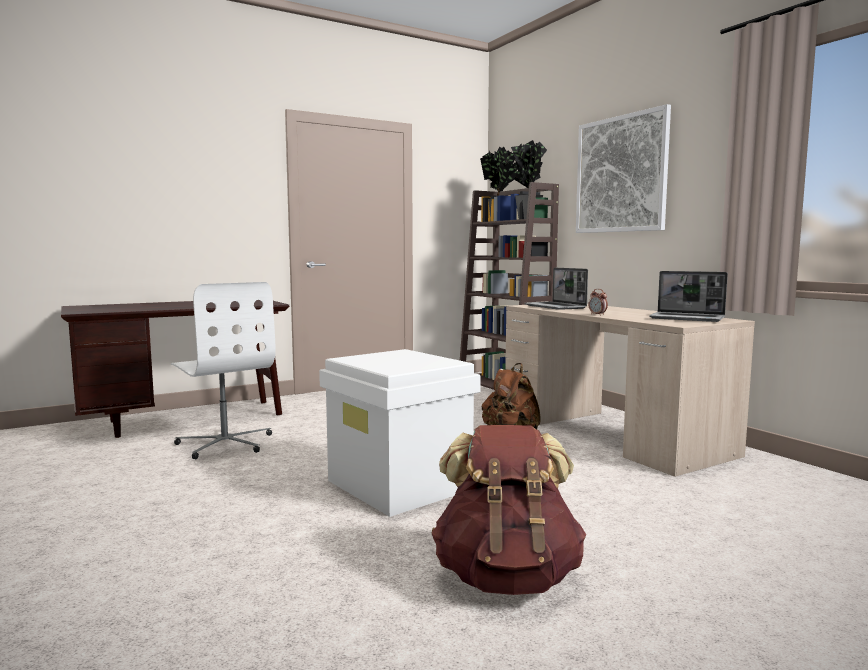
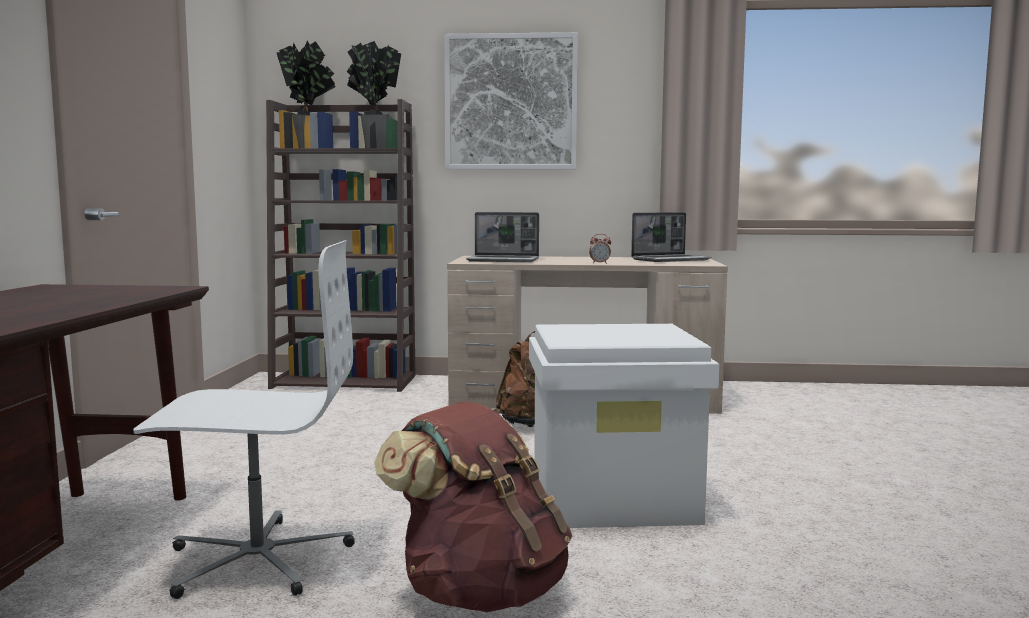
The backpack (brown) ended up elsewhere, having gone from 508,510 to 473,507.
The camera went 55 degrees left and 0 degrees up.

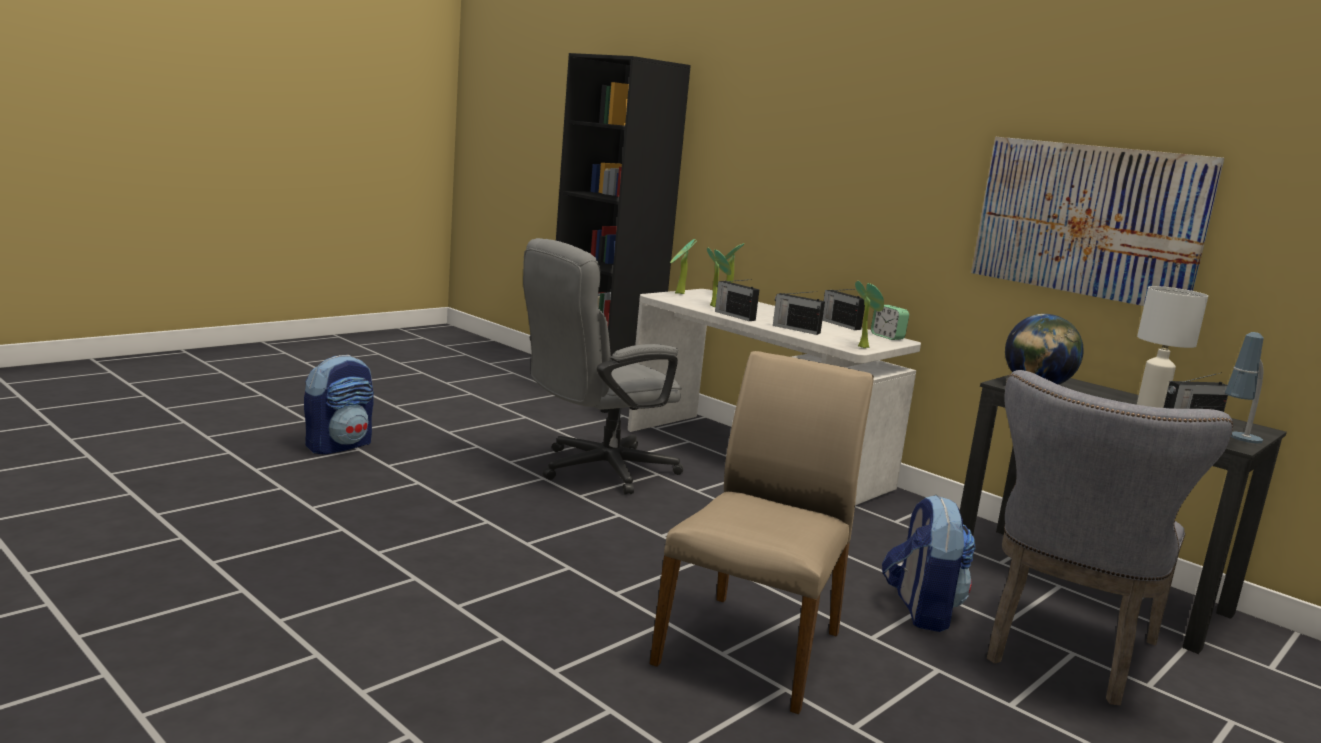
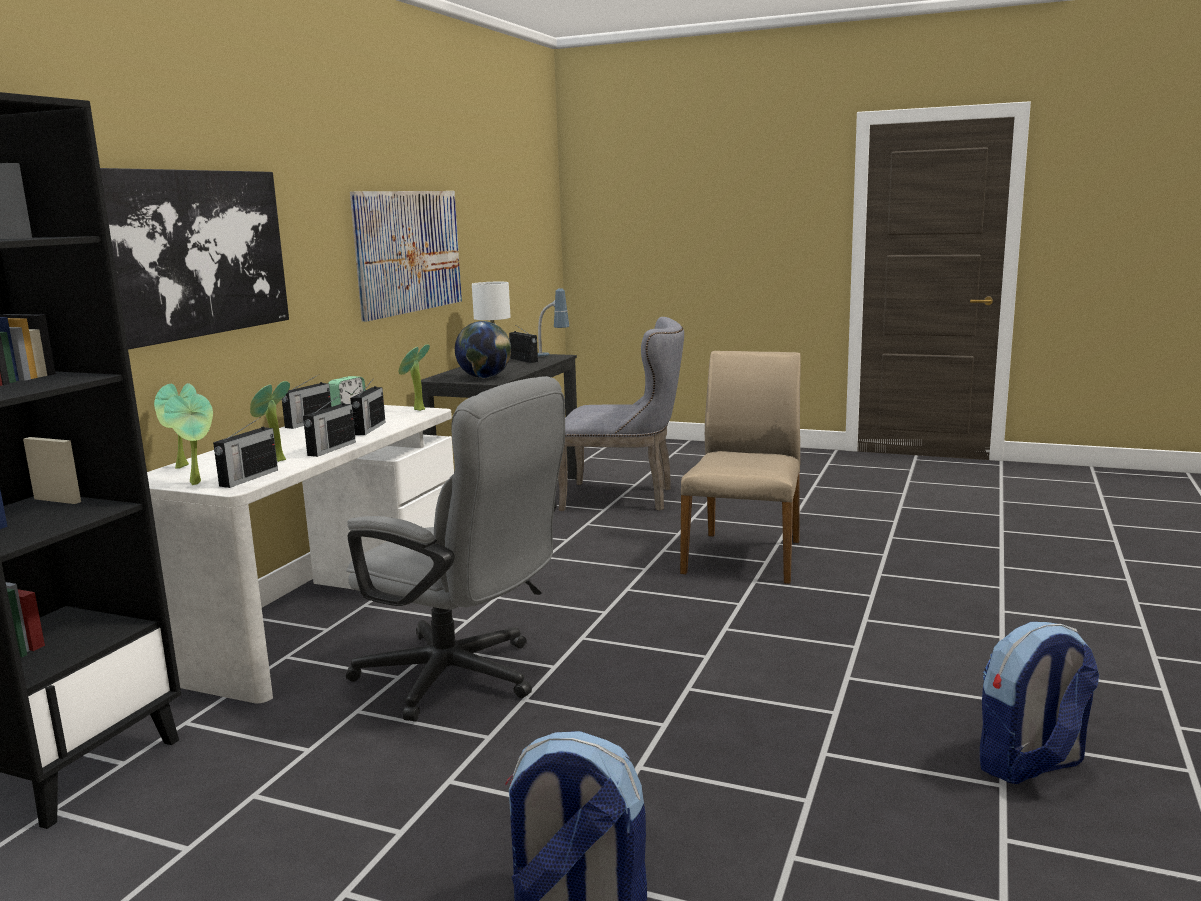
The second view gained the picture at 194,259.
The second view gained the radio at 245,453.
The chair (beige) at 762,532 ended up facing another way, 105 degrees clockwise from before.
The backpack ended up elsewhere, having gone from 928,563 to 1039,703.
The camera went 110 degrees left and 0 degrees up.

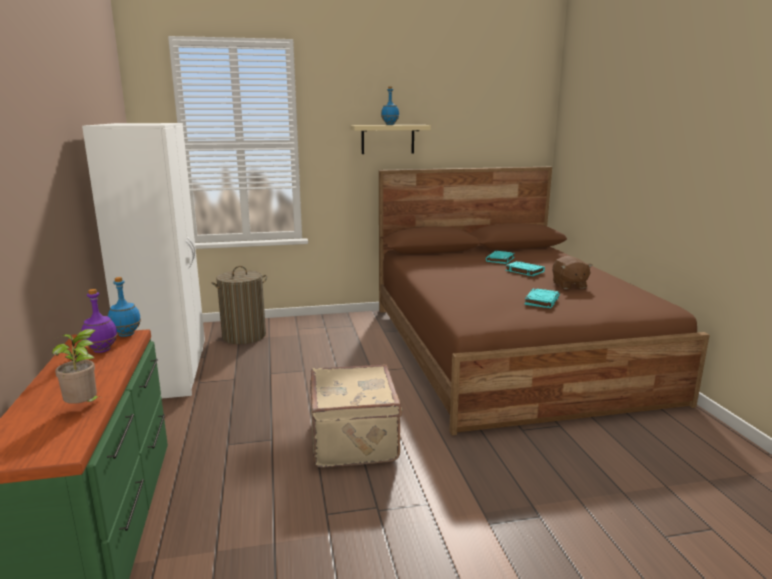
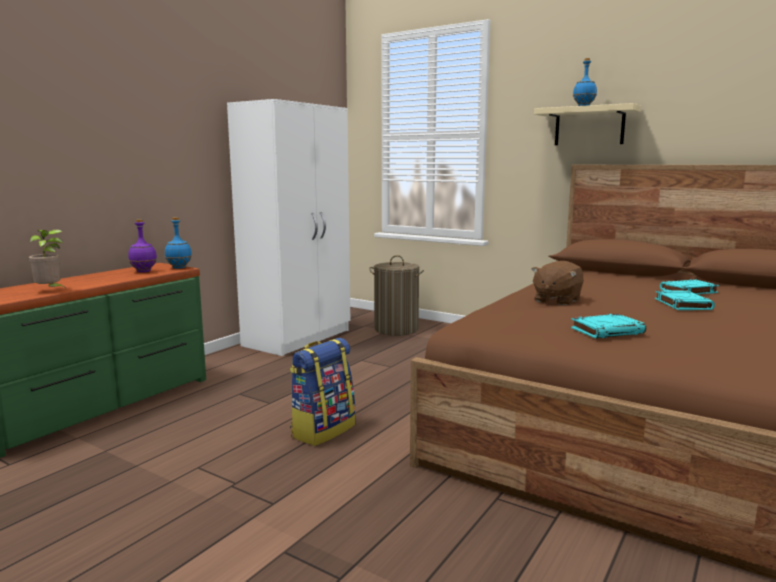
Where the suitcase (beige) stood at 357,415, the backpack came to stand at 323,392.
The plush toy (brown) ended up elsewhere, having gone from 572,272 to 557,283.
The camera went 45 degrees right and 5 degrees down.

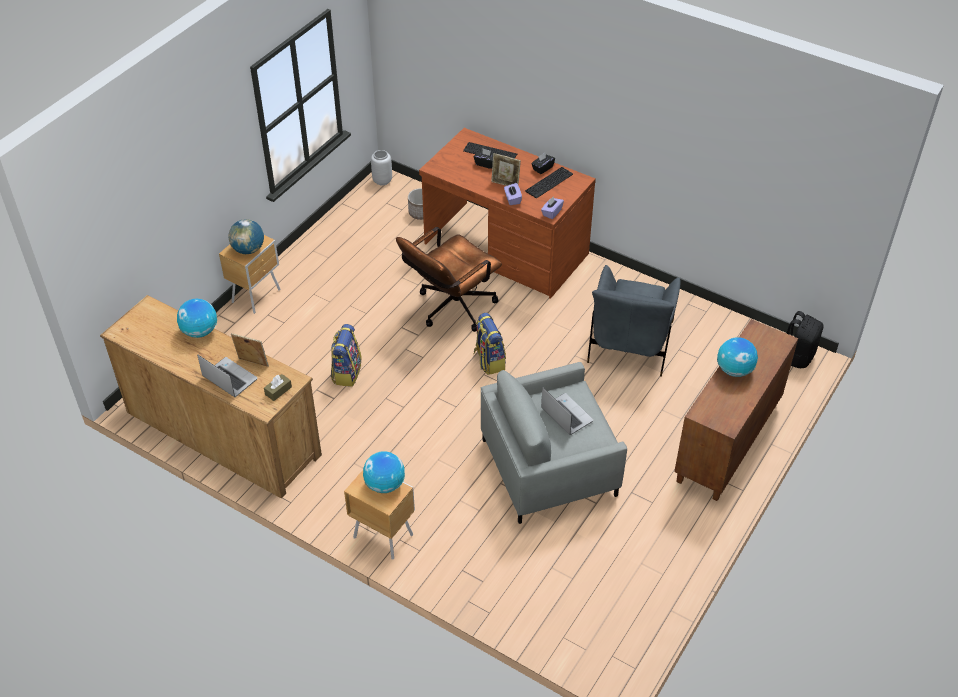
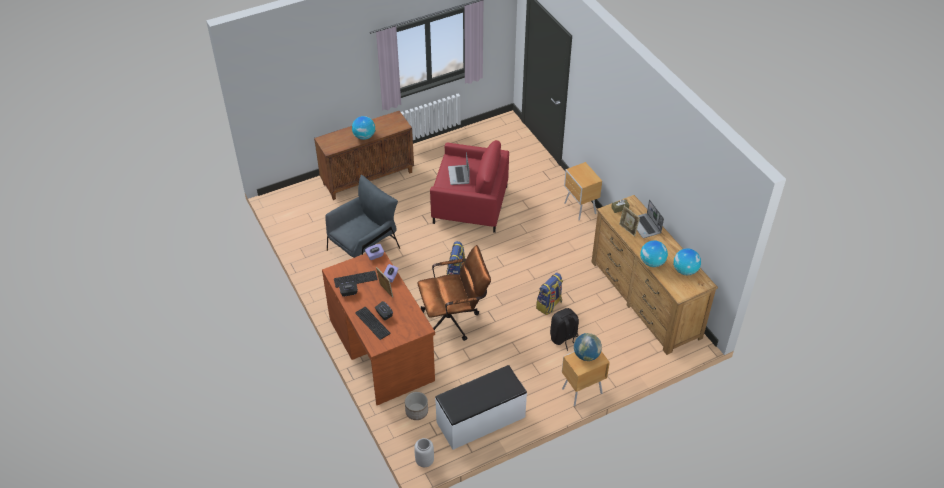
What was the armchair (grey) at 554,443 turned into the armchair (red) at 469,186.
The second view gained the bench (white) at 481,407.
The backpack (black) ended up elsewhere, having gone from 805,339 to 564,329.
The globe ended up elsewhere, having gone from 384,472 to 687,261.
The camera went 150 degrees left and 0 degrees up.

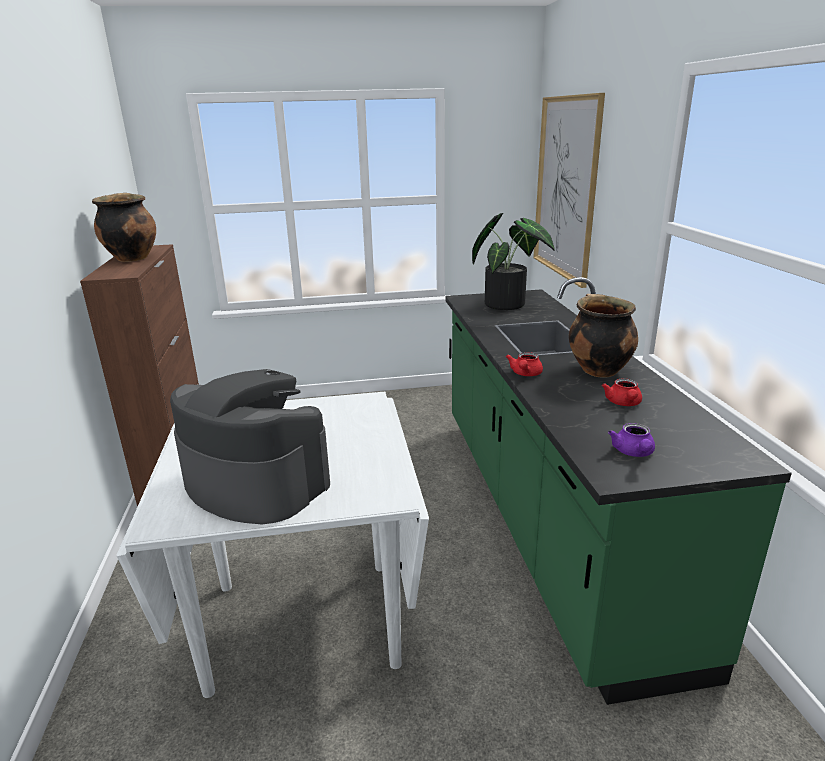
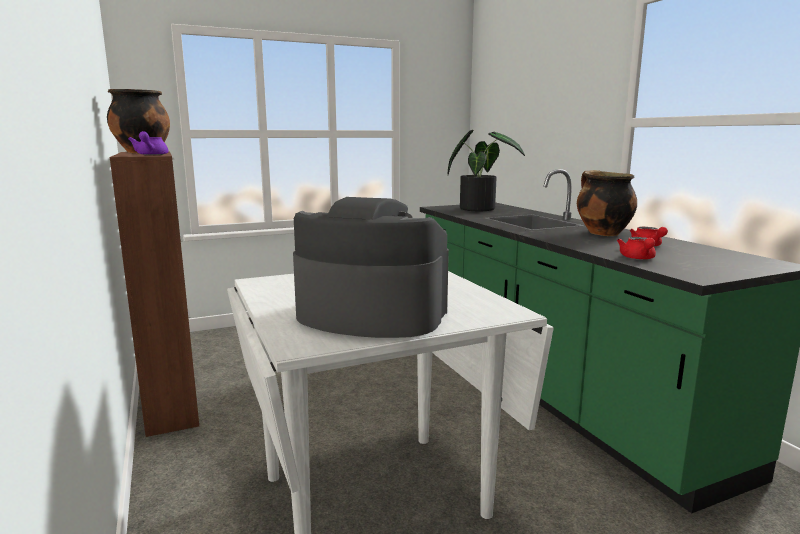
The teapot (purple) ended up elsewhere, having gone from 631,440 to 148,143.
The teapot (red) ended up elsewhere, having gone from 524,364 to 636,248.
The second view lost the picture at 569,190.
The camera went 15 degrees left and 10 degrees down.

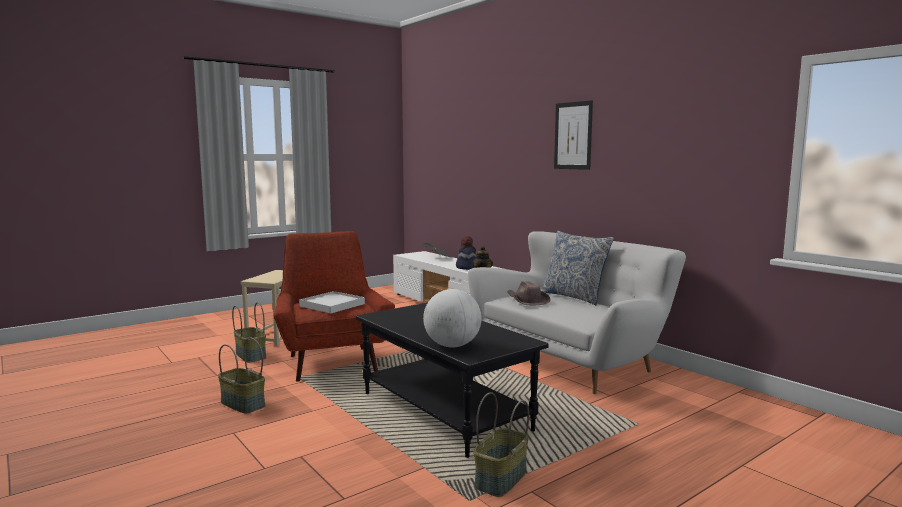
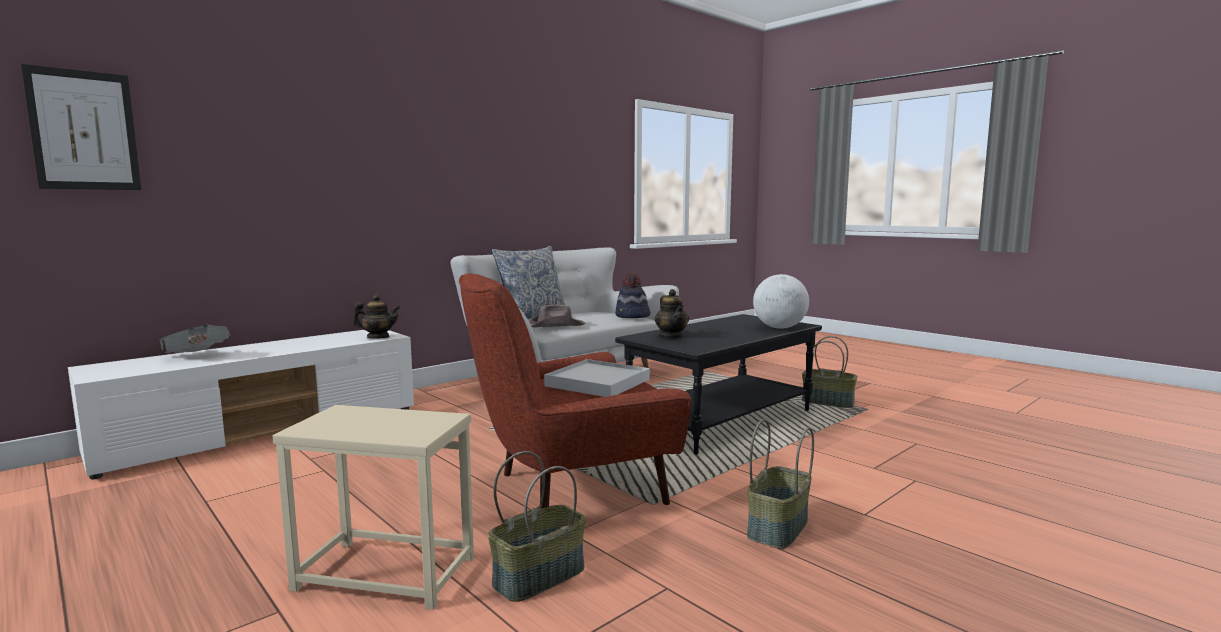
The picture ended up elsewhere, having gone from 573,135 to 81,127.
The hat ended up elsewhere, having gone from 466,253 to 632,295.
The second view gained the teapot at 672,313.
The camera went 95 degrees left and 0 degrees up.

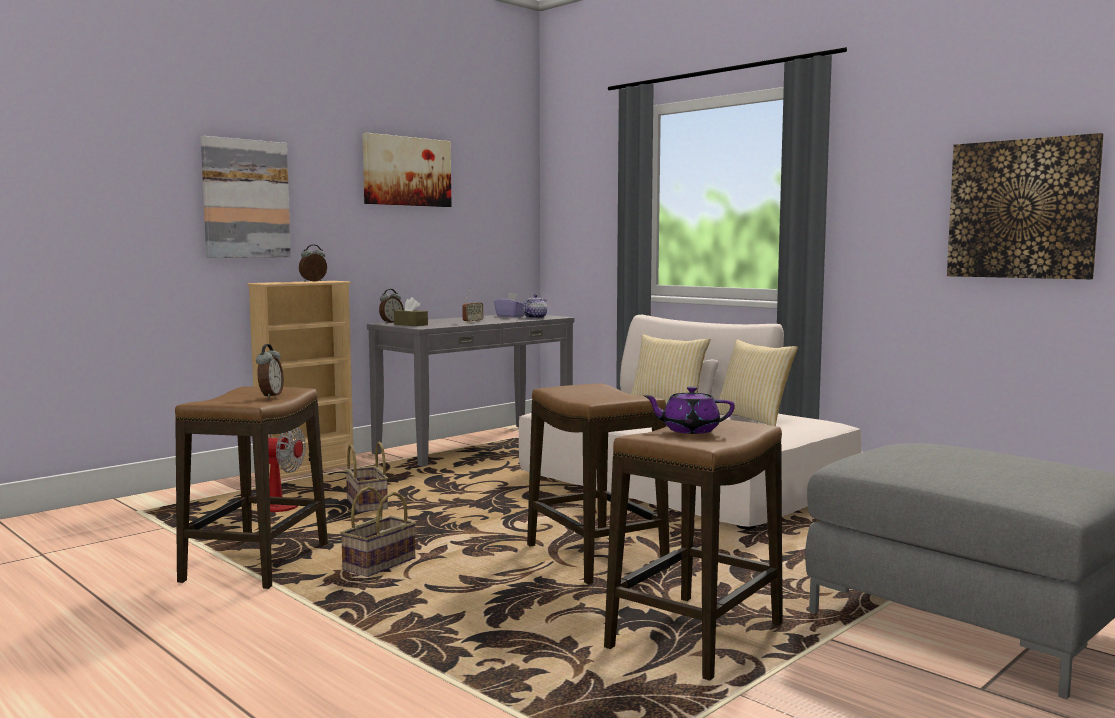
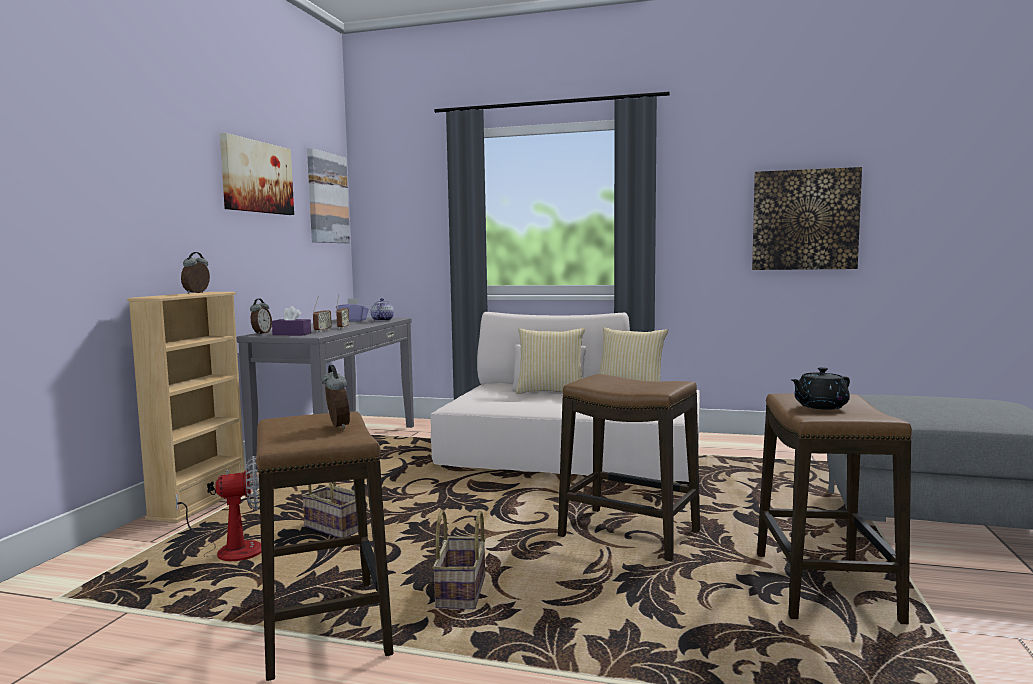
What was the tissue box (brown) at 411,311 turned into the tissue box (purple) at 291,320.
The picture ended up elsewhere, having gone from 246,197 to 328,195.
The second view gained the radio at 322,314.
What was the teapot (purple) at 689,410 turned into the teapot (black) at 820,388.
The camera went 30 degrees left and 0 degrees up.

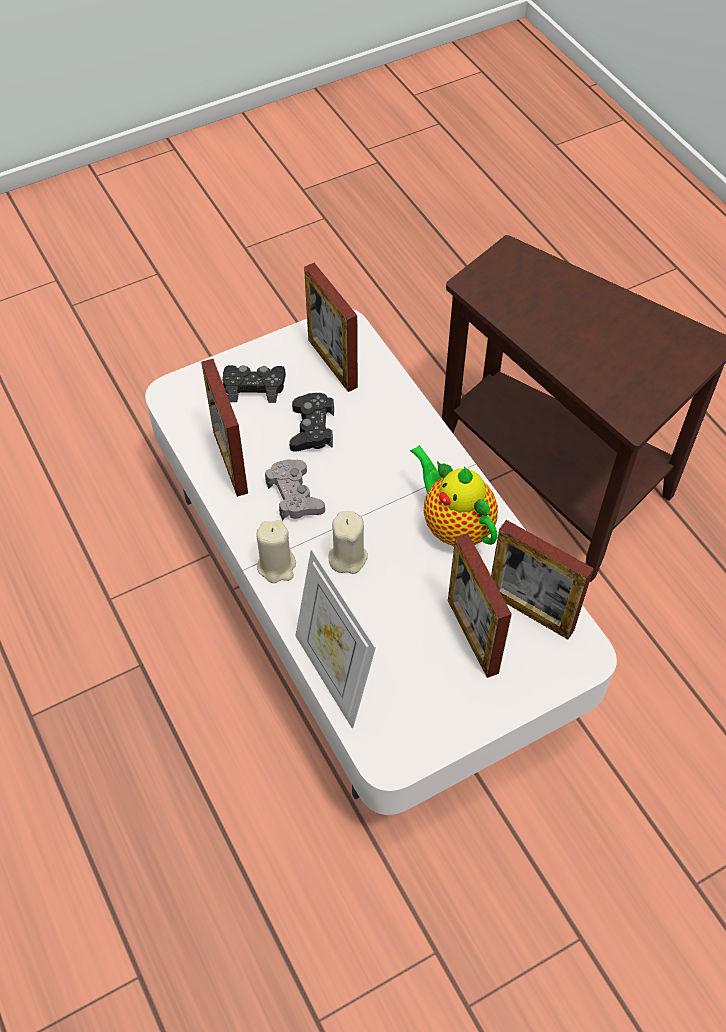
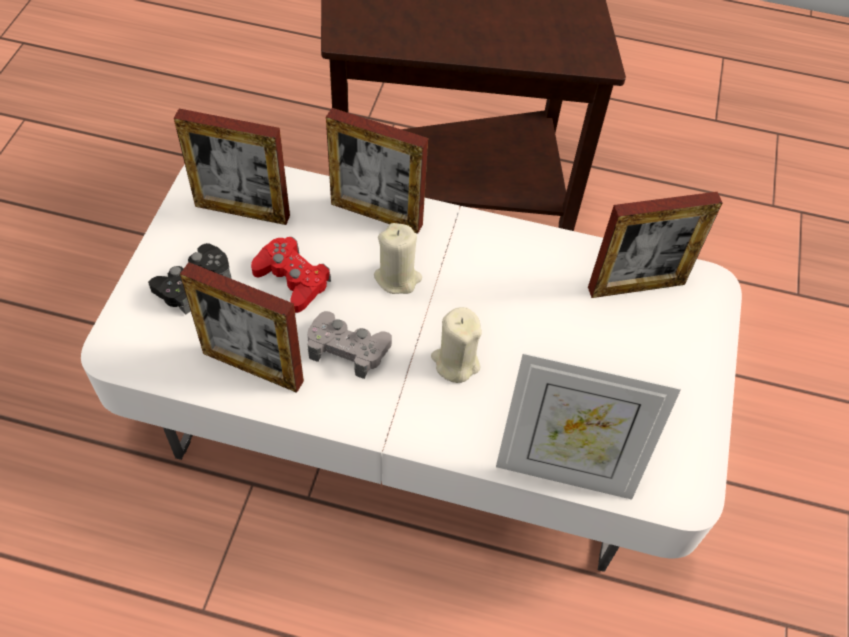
What was the game controller (black) at 311,422 turned into the game controller (red) at 291,275.
The picture frame ended up elsewhere, having gone from 480,605 to 377,171.
The candle (beige) ended up elsewhere, having gone from 276,551 to 398,258.
The second view lost the teapot at 454,495.
The camera went 50 degrees left and 0 degrees up.

